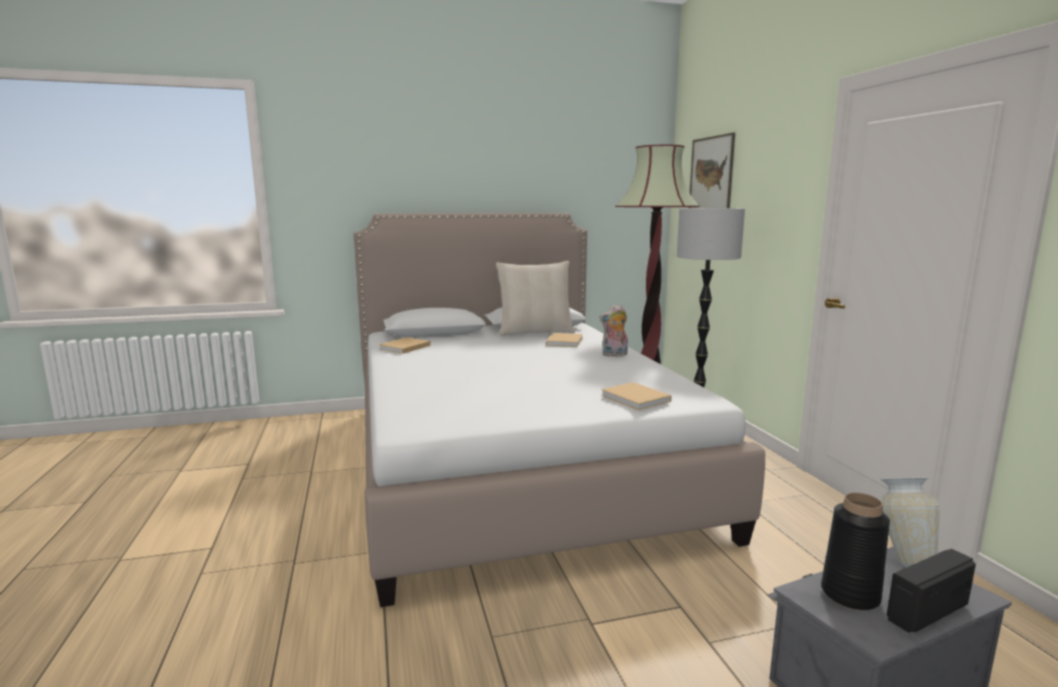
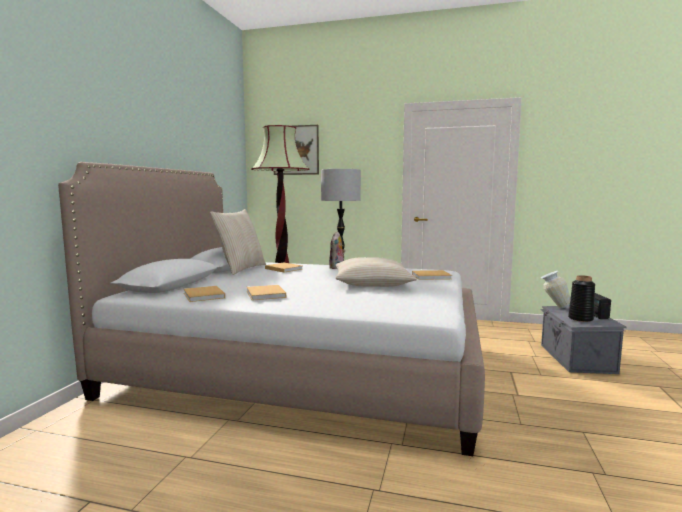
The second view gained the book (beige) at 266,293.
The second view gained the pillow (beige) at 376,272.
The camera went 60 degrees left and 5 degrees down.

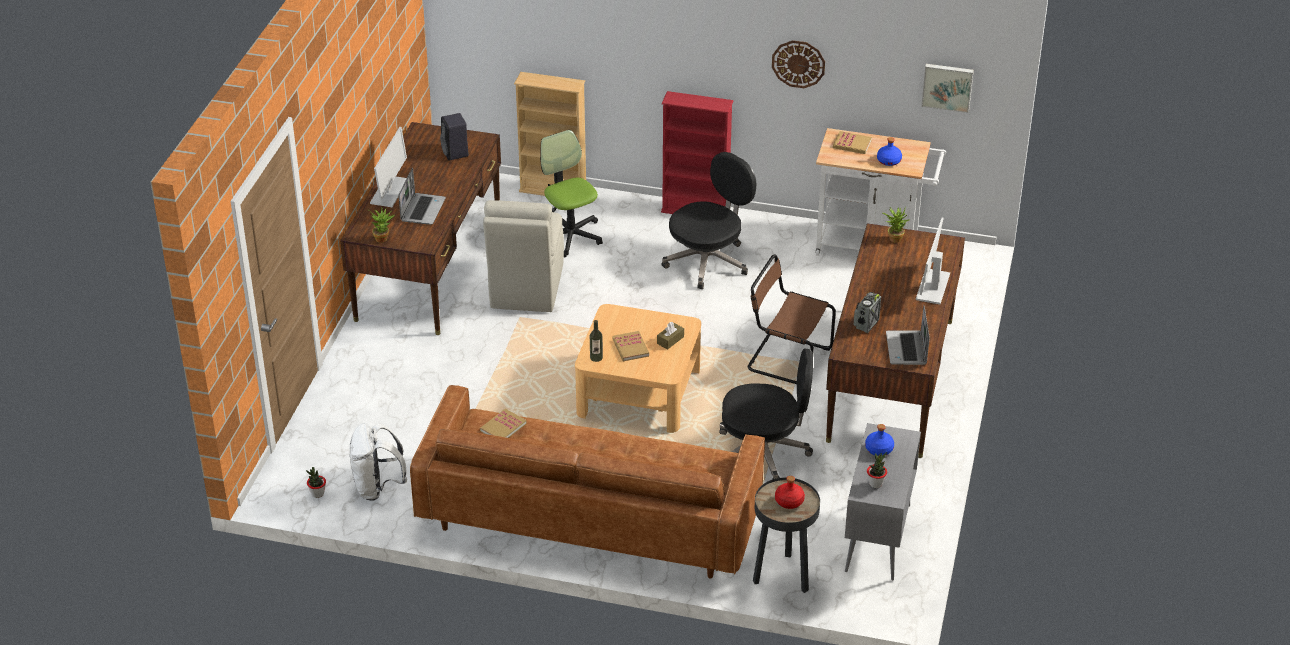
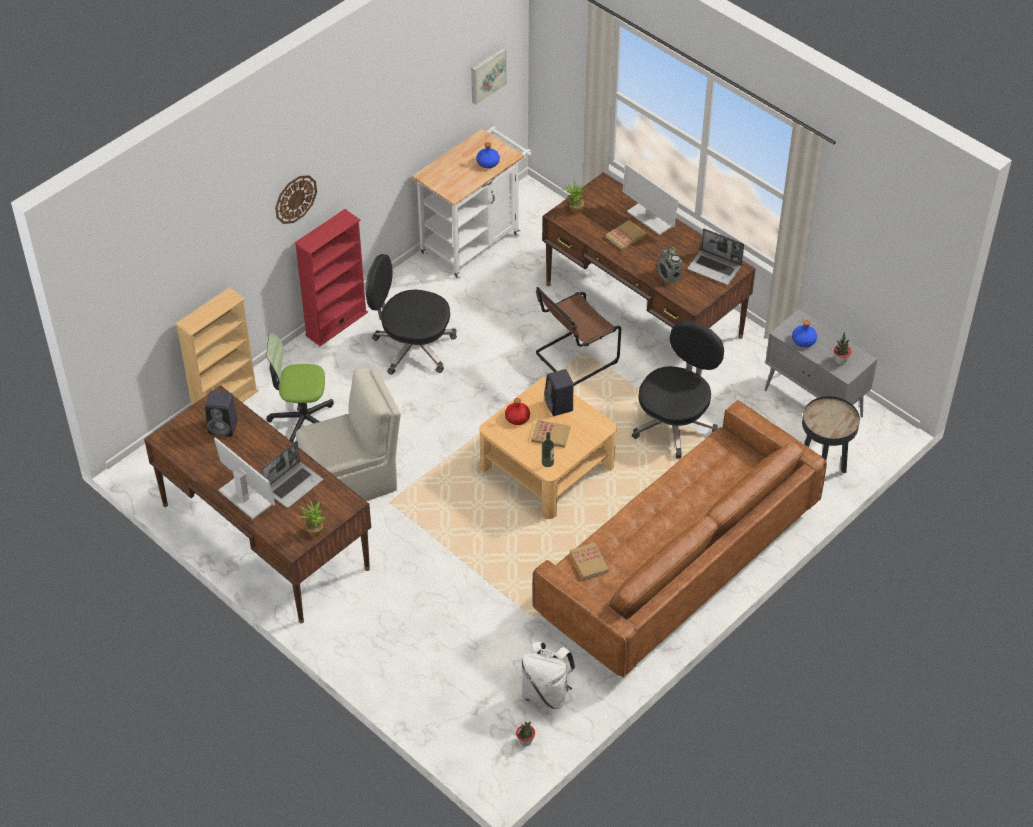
The laptop at 422,196 ended up facing another way, 90 degrees clockwise from before.
The wall clock ended up elsewhere, having gone from 798,64 to 296,199.
The chair (beige) at 523,256 ended up facing another way, 60 degrees counterclockwise from before.
The office chair (black) at 709,220 ended up facing another way, 60 degrees counterclockwise from before.
The bottle (red) ended up elsewhere, having gone from 790,492 to 517,411.
Where the tissue box (brown) stood at 670,335, the speaker (black) came to stand at 559,392.
The book ended up elsewhere, having gone from 852,142 to 626,235.
The camera went 60 degrees left and 10 degrees up.

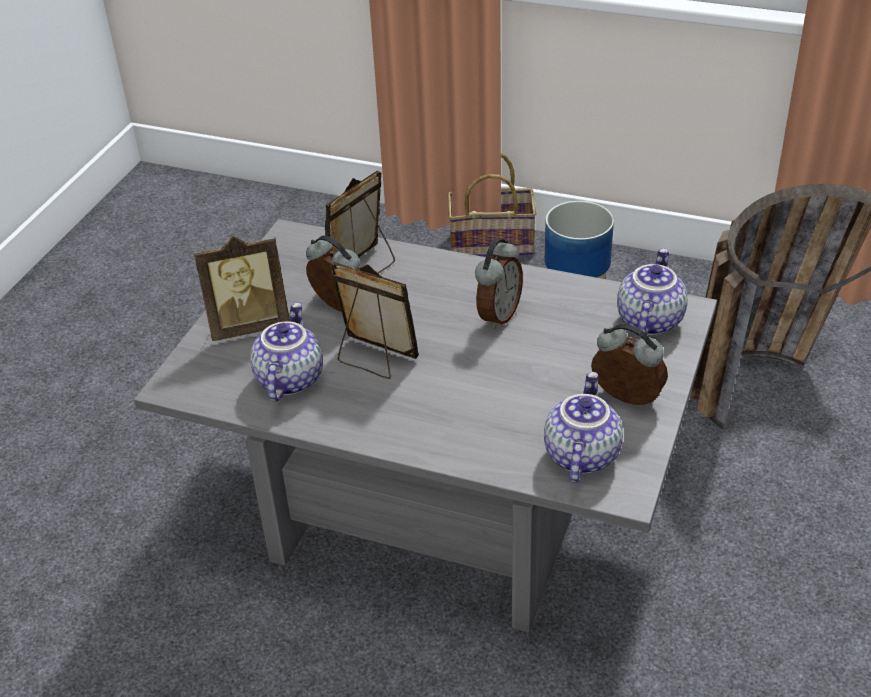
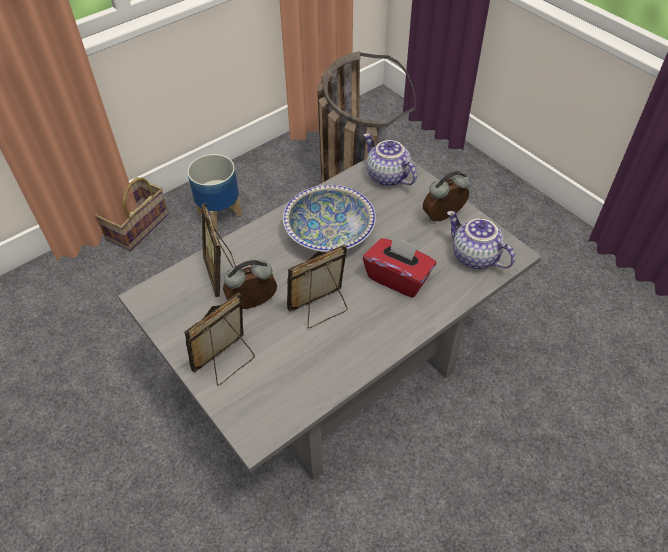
The picture frame at 242,288 ended up facing another way, 150 degrees counterclockwise from before.
Where the alarm clock stood at 499,283, the bowl came to stand at 329,218.
The second view gained the tissue box (red) at 399,266.
The second view lost the teapot at 286,351.
The camera went 60 degrees left and 10 degrees up.

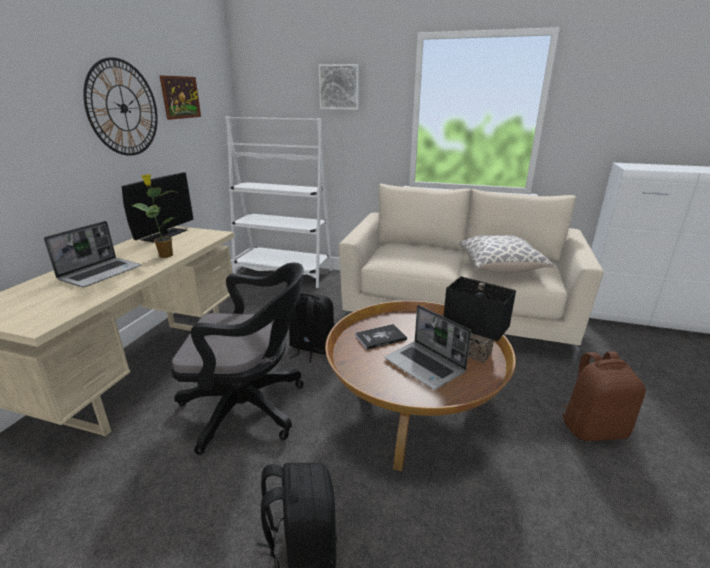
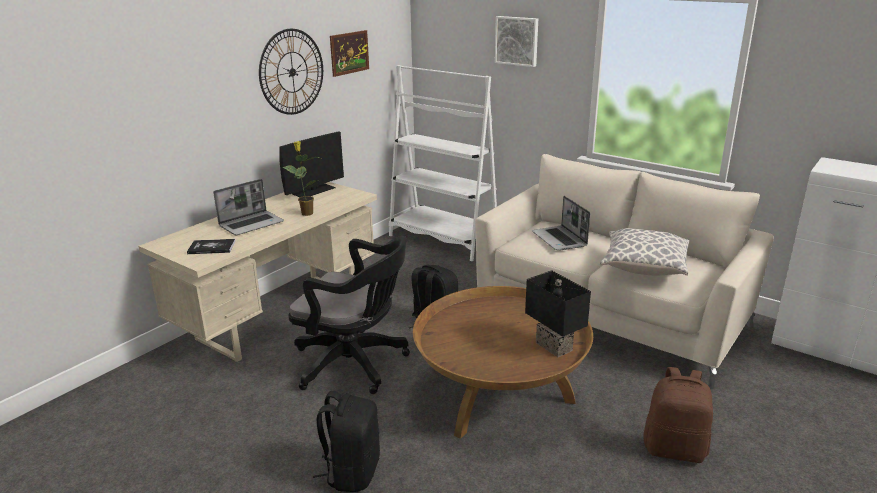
The book ended up elsewhere, having gone from 381,337 to 211,246.
The laptop ended up elsewhere, having gone from 427,347 to 561,223.
The camera went 20 degrees right and 0 degrees up.

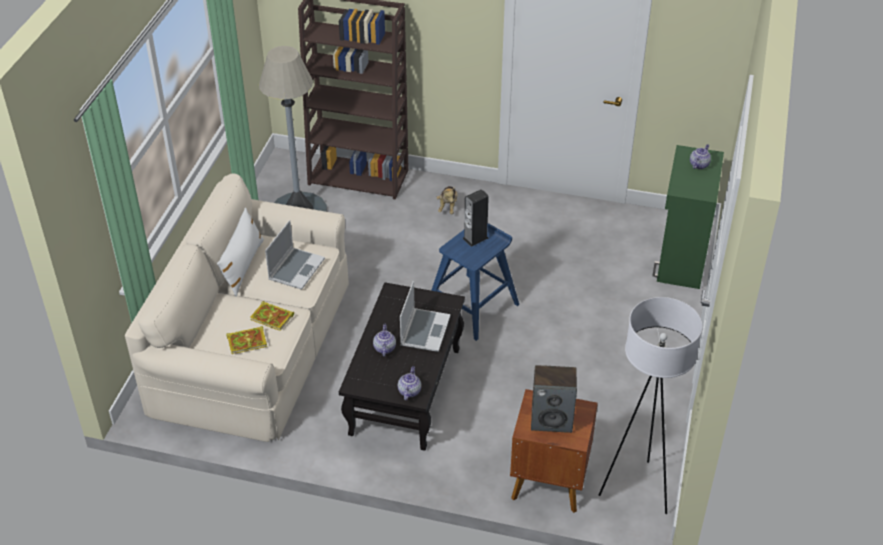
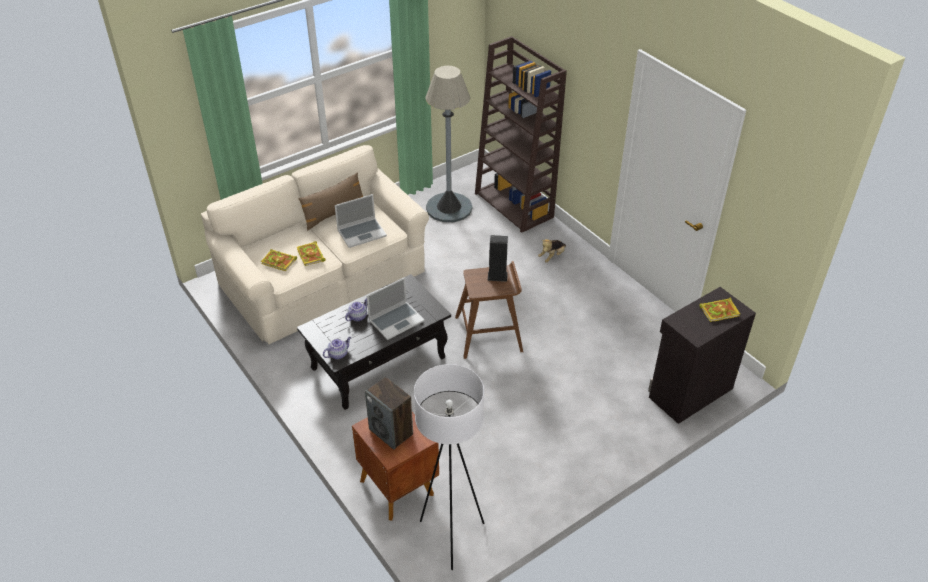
What was the pillow (white) at 240,252 turned into the pillow (brown) at 330,201.
What was the stool (blue) at 475,282 turned into the stool (brown) at 489,310.
What was the cabinet (green) at 688,217 turned into the cabinet (black) at 702,355.
Where the teapot stood at 700,156, the book came to stand at 720,310.
The camera went 40 degrees right and 0 degrees up.

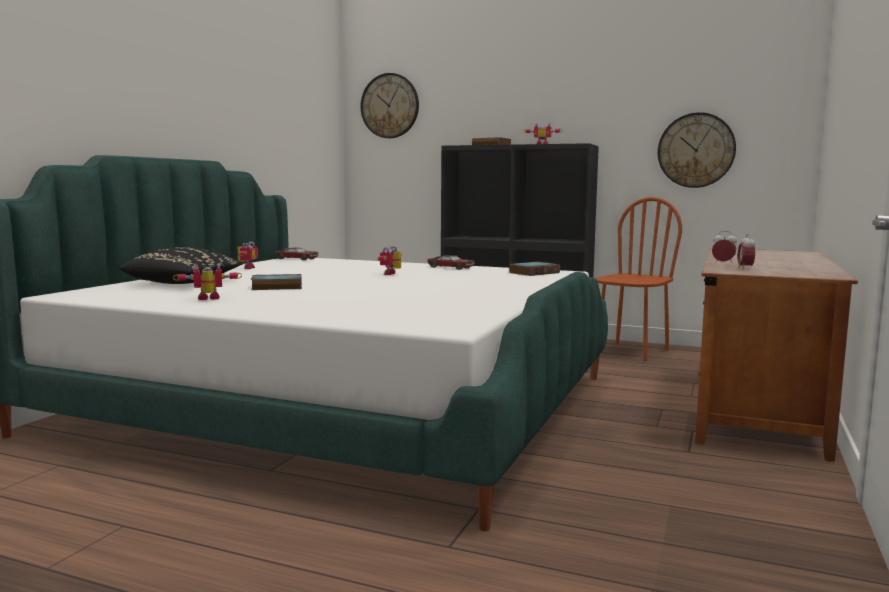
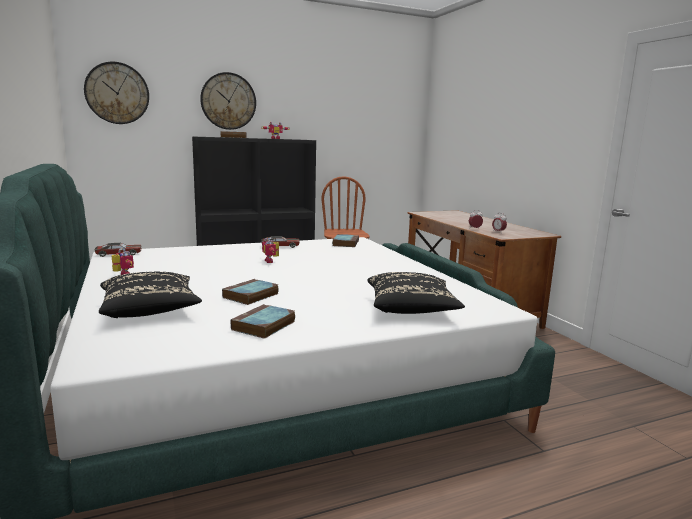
The wall clock ended up elsewhere, having gone from 697,150 to 228,101.
Where the toy robot stood at 207,281, the book came to stand at 263,321.
The second view gained the pillow (black) at 416,293.
The camera went 45 degrees left and 5 degrees up.

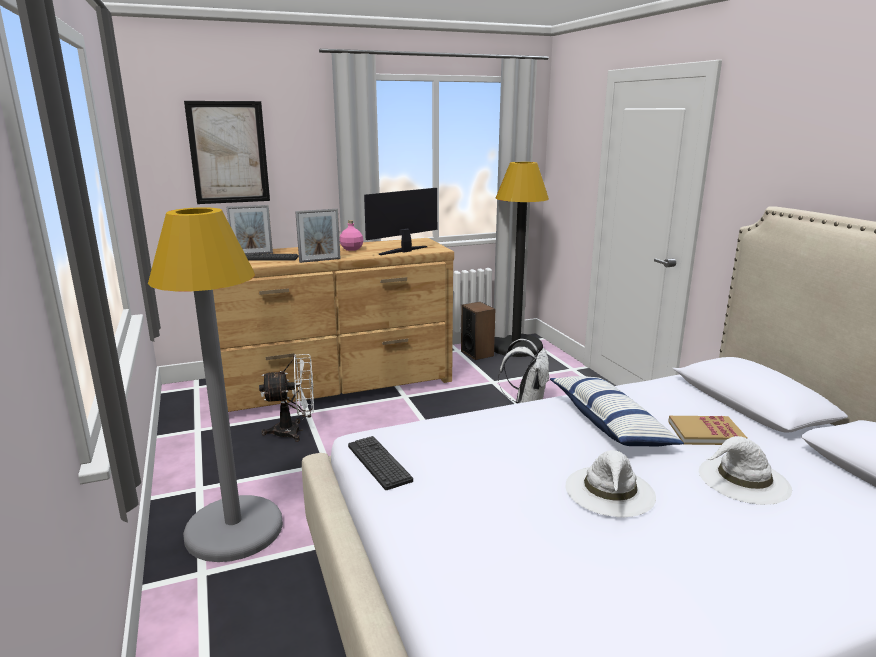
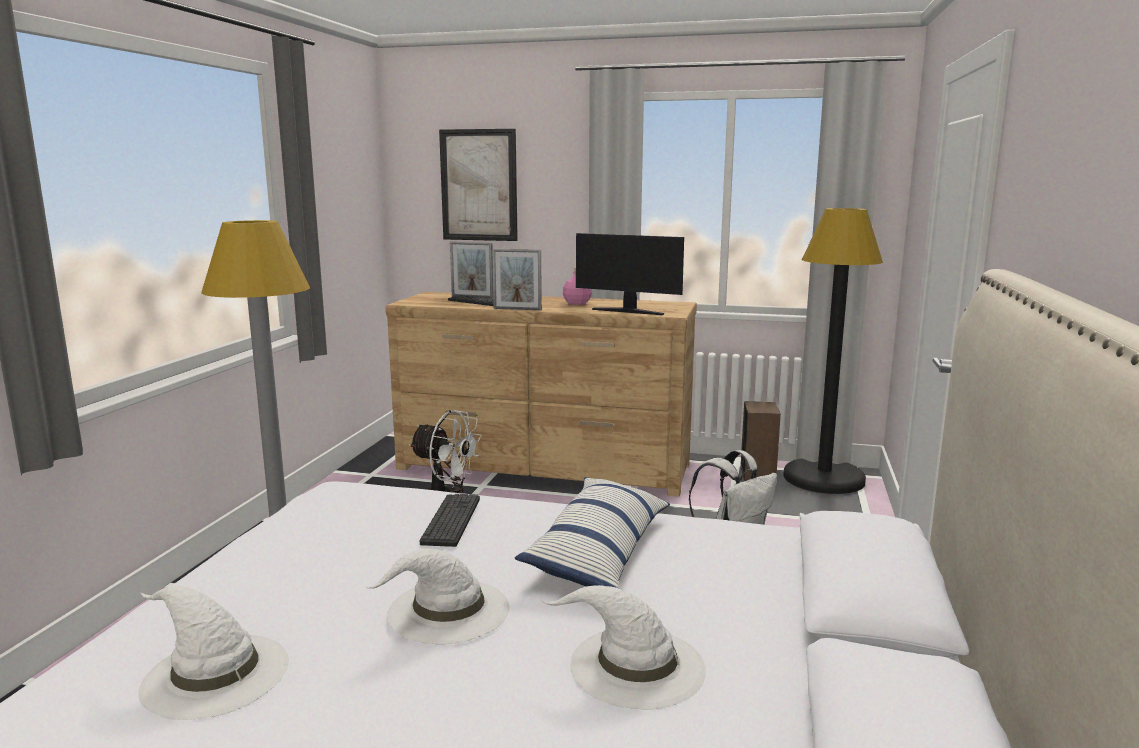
The second view gained the hat (white) at 213,653.
The keyboard ended up elsewhere, having gone from 380,463 to 450,520.
The monitor at 400,221 ended up facing another way, 150 degrees counterclockwise from before.
The second view lost the book at 708,430.
The camera went 35 degrees right and 5 degrees down.

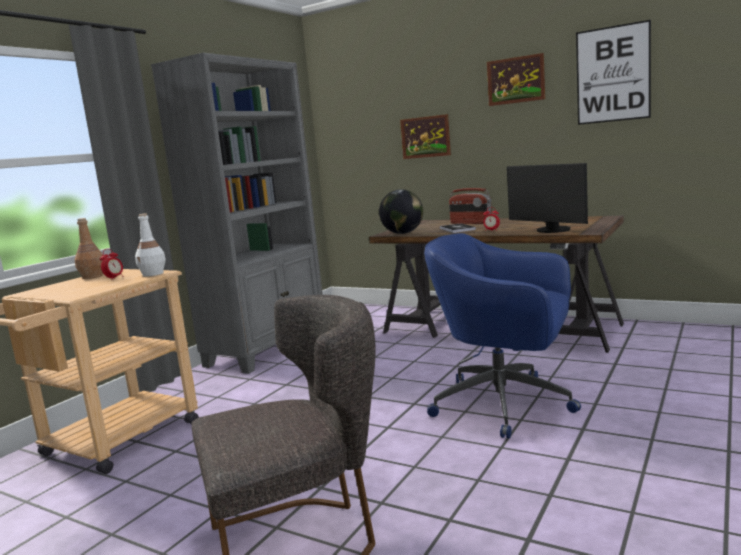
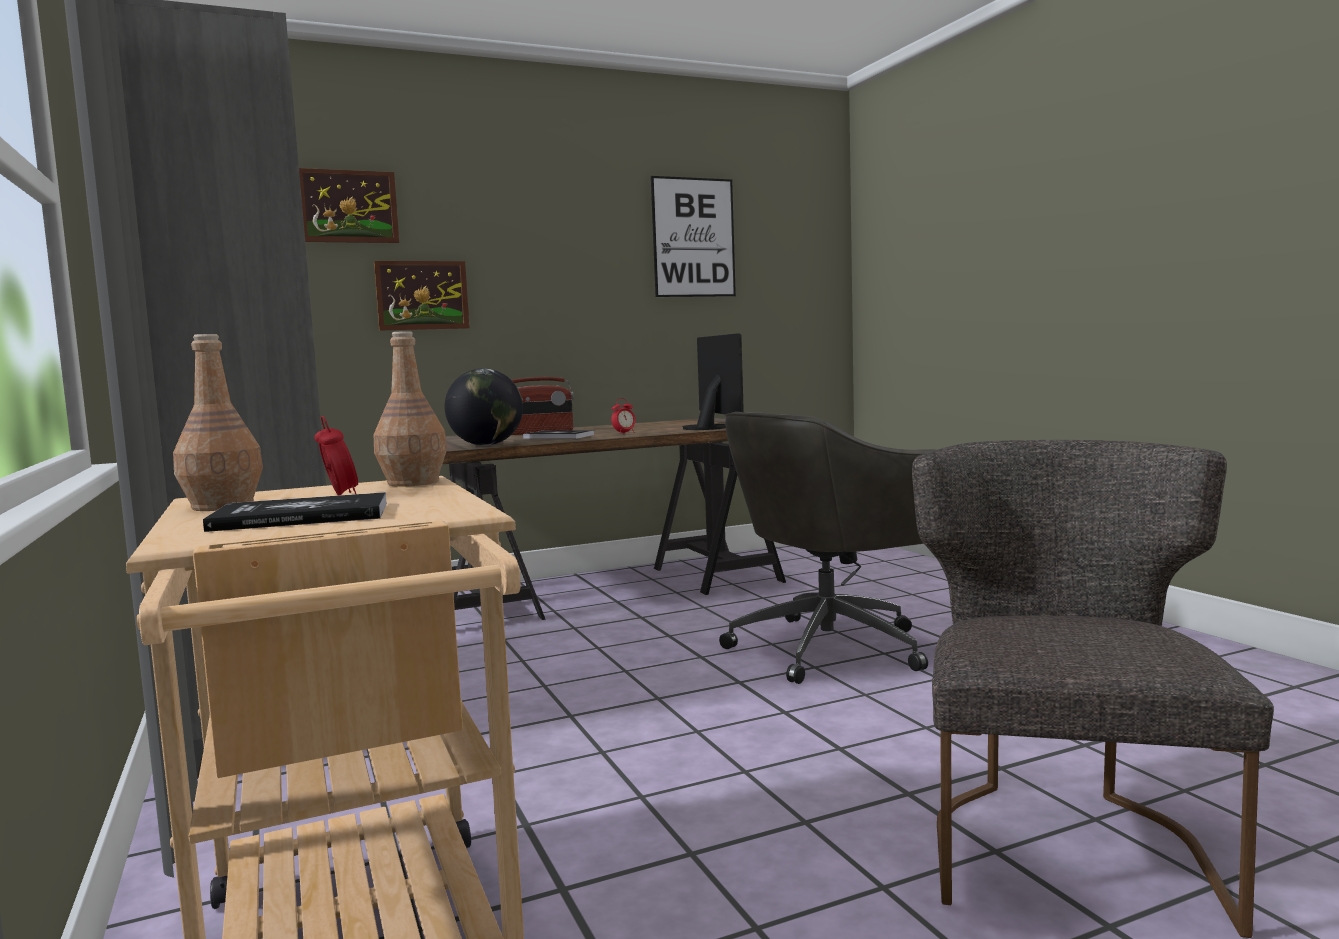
The second view gained the book at 295,512.
The picture ended up elsewhere, having gone from 516,79 to 349,205.
What was the bottle (white) at 150,245 turned into the bottle (brown) at 410,409.
The monitor at 547,198 ended up facing another way, 105 degrees counterclockwise from before.
What was the office chair (blue) at 502,336 turned into the office chair (grey) at 828,548.
The camera went 55 degrees left and 5 degrees down.

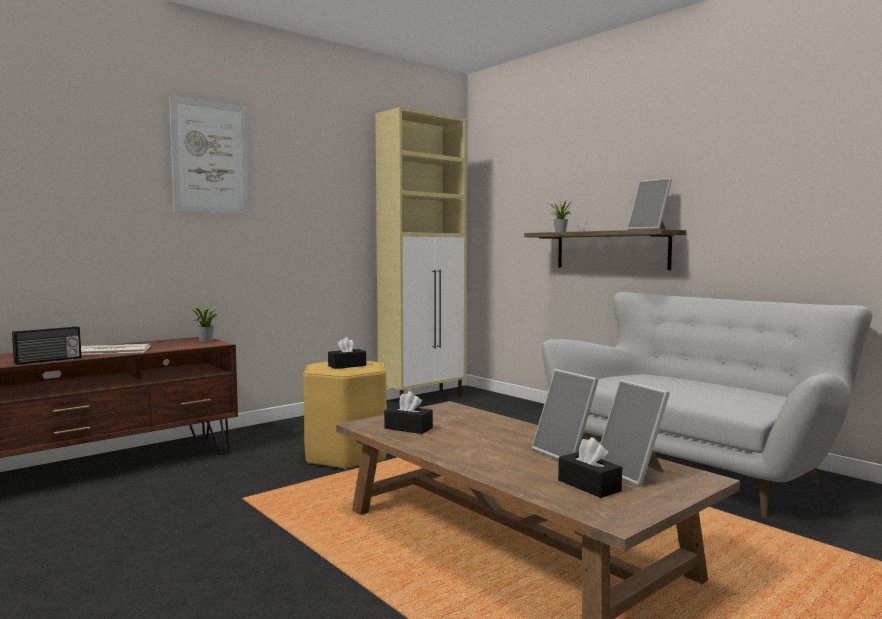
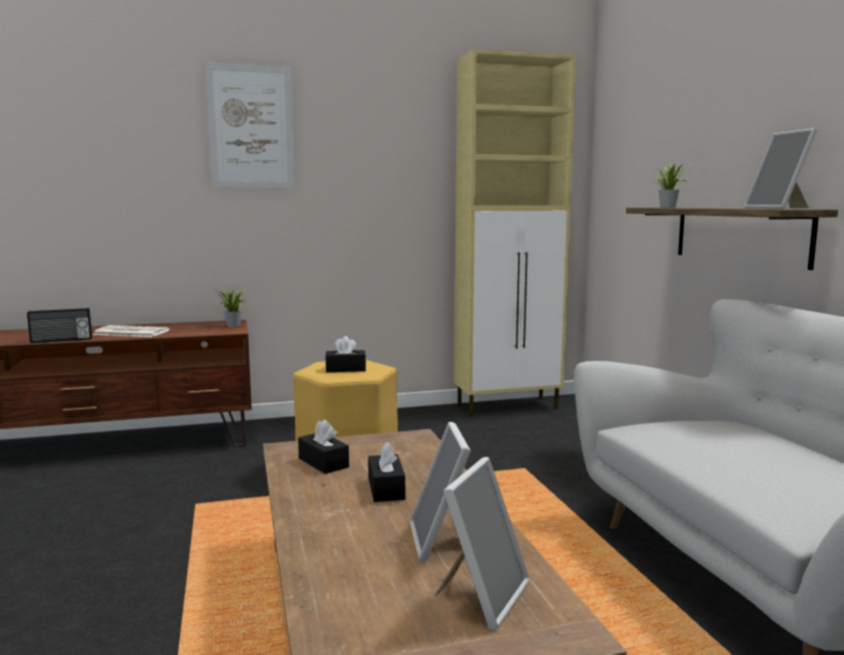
The tissue box (black) ended up elsewhere, having gone from 590,467 to 386,472.
The picture frame at 635,433 ended up facing another way, 150 degrees counterclockwise from before.
The camera went 25 degrees right and 5 degrees up.

